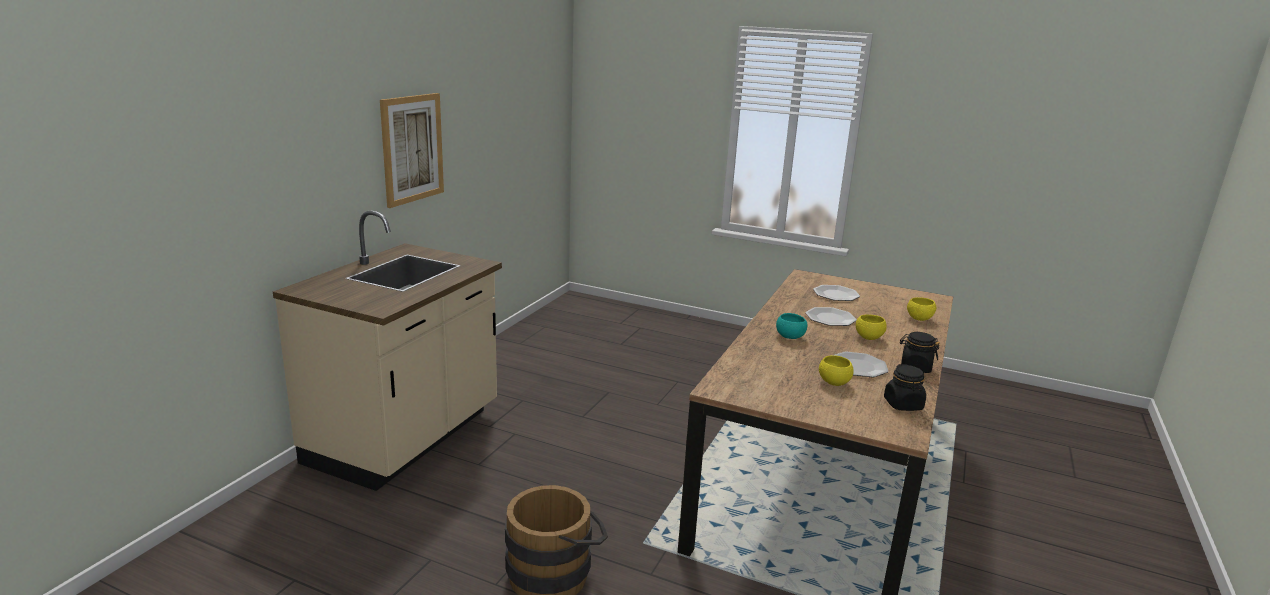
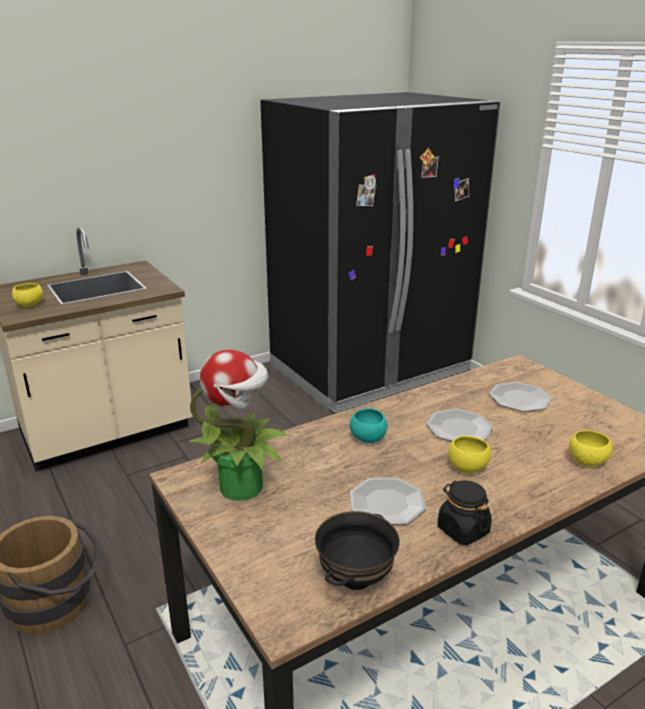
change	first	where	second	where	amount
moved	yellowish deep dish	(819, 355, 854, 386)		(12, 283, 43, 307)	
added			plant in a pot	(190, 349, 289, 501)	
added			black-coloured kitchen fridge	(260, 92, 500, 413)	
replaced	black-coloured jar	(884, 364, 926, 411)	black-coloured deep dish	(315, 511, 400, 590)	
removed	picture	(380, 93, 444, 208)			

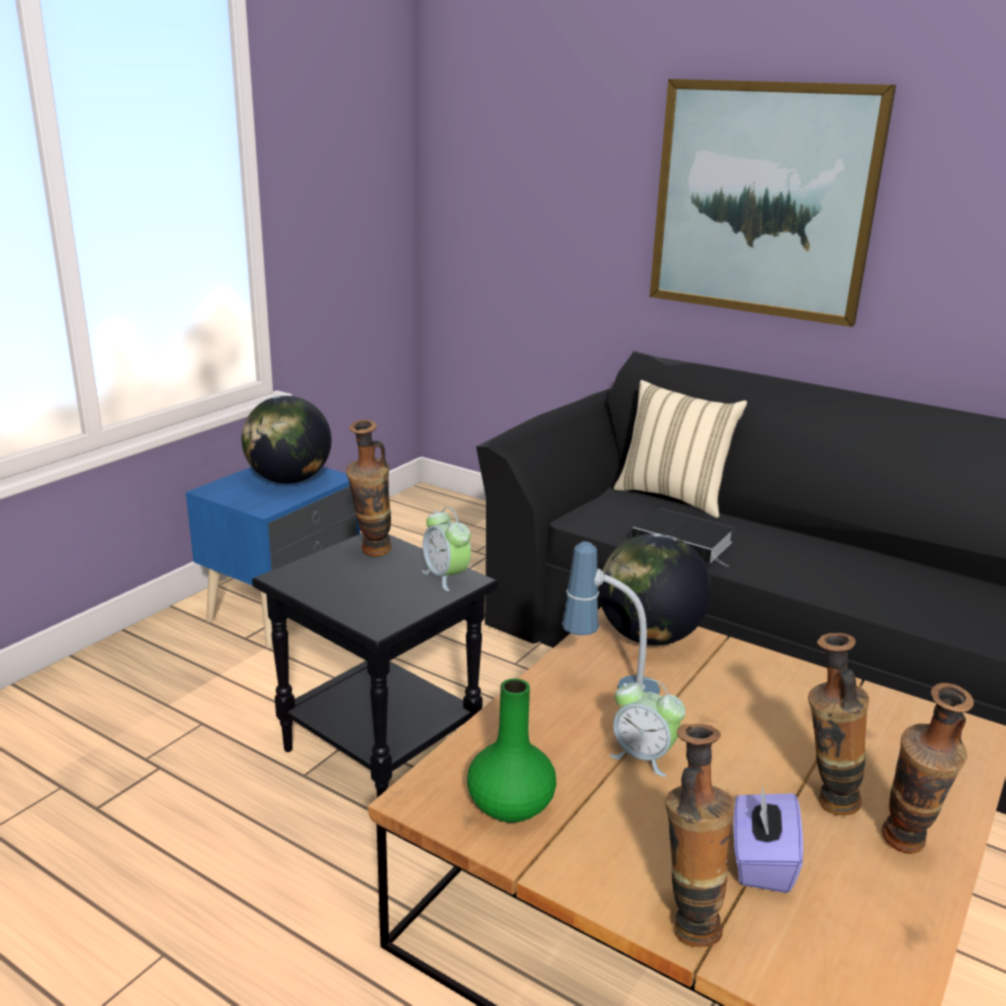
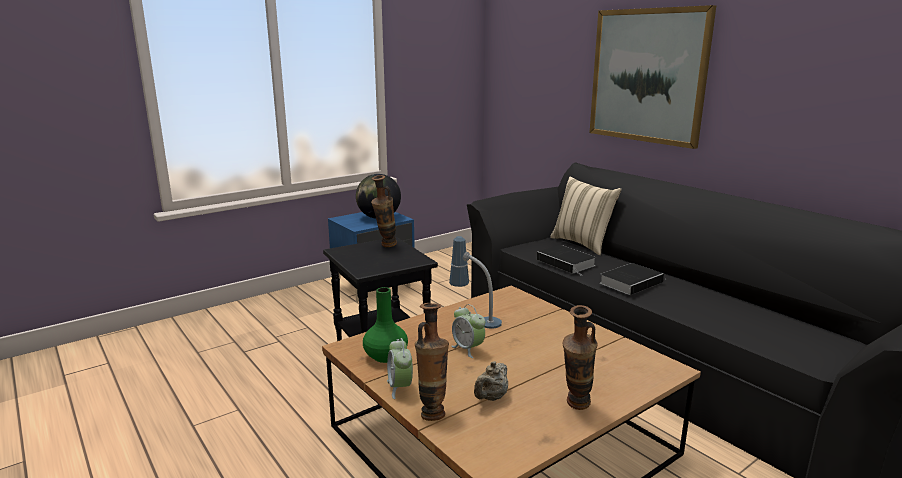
change	first	where	second	where	amount
moved	bedside clock	(422, 507, 471, 591)		(387, 338, 413, 399)	
replaced	purple tissue holder	(733, 786, 803, 893)	beige-coloured teapot	(474, 361, 508, 401)	
added			volume	(600, 263, 664, 295)	
removed	desk globe	(599, 533, 712, 645)			
removed	vase	(808, 633, 869, 816)			

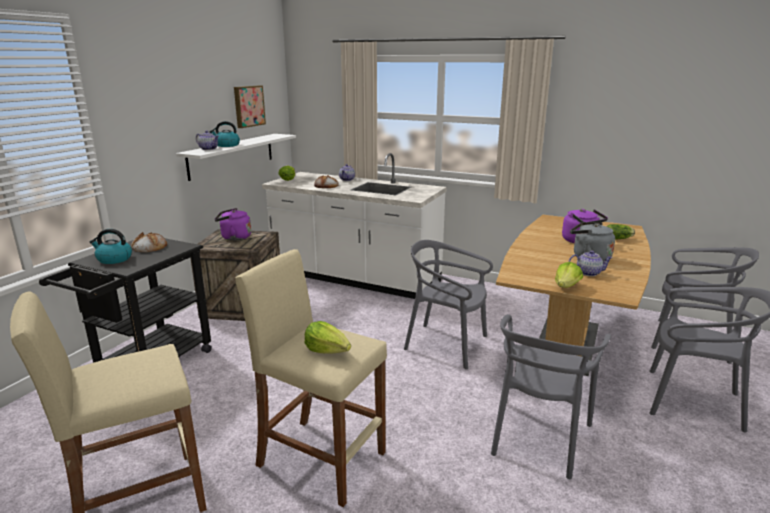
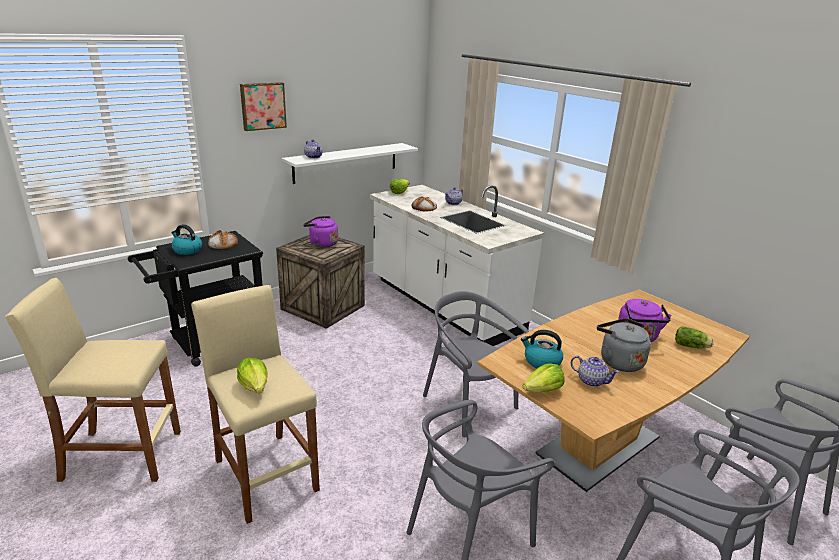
change	first	where	second	where	amount
moved	picture	(234, 85, 266, 128)		(240, 82, 287, 131)	
moved	tea kettle	(210, 121, 240, 147)		(521, 330, 563, 368)	

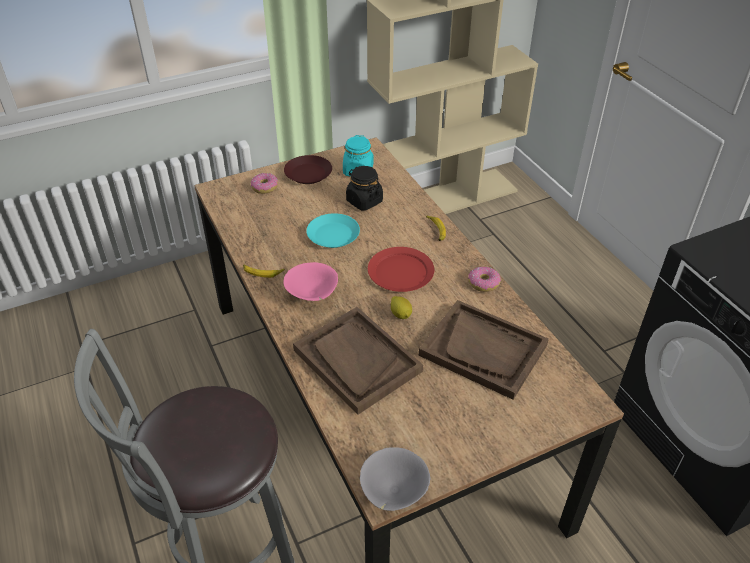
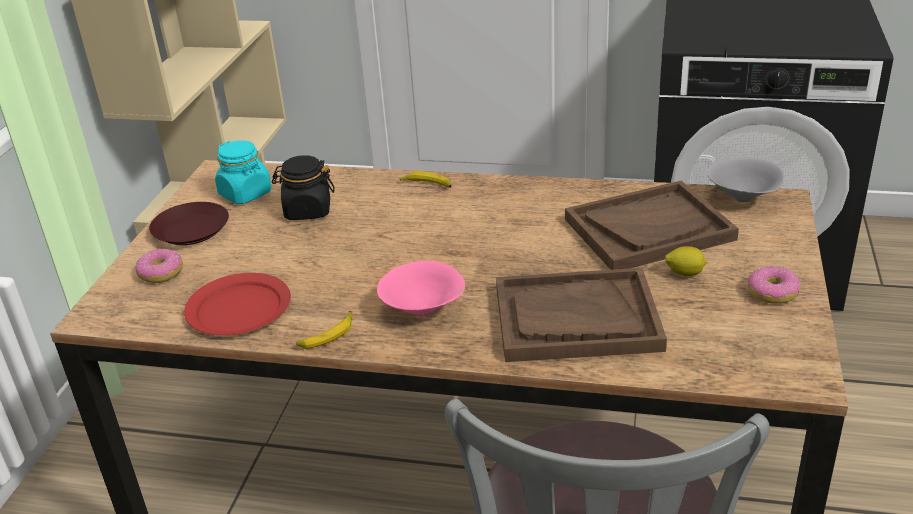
change	first	where	second	where	amount
moved	red-coloured flat dish	(368, 247, 434, 292)		(184, 273, 291, 335)	
moved	lemon	(391, 296, 412, 319)		(665, 246, 707, 276)	
moved	grey deep dish	(360, 447, 430, 511)		(707, 157, 784, 202)	
moved	ring doughnut	(468, 267, 501, 292)		(748, 266, 801, 304)	
removed	turquoise-coloured flat dish	(306, 213, 360, 248)			

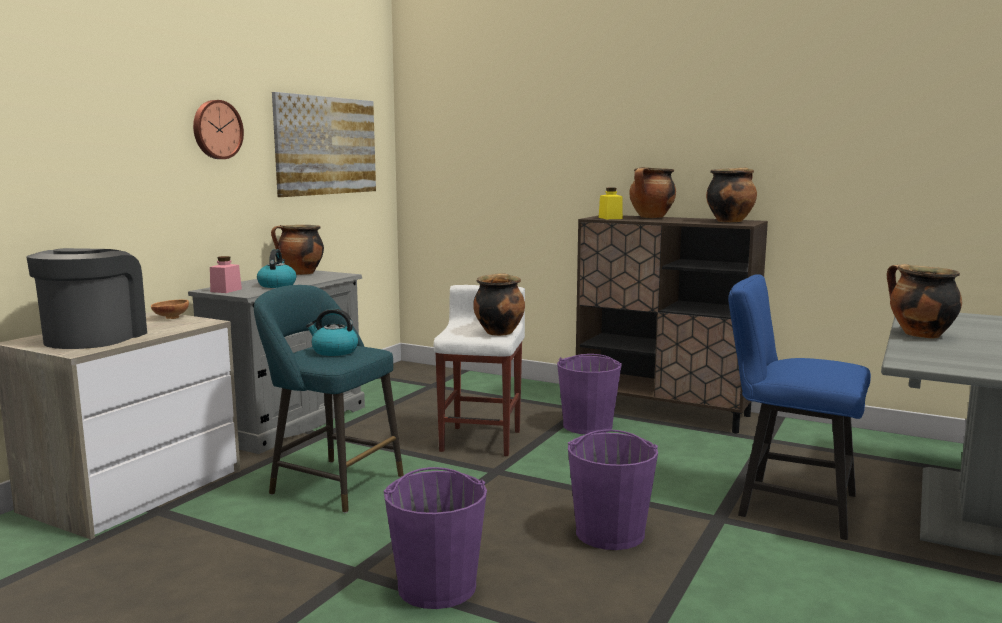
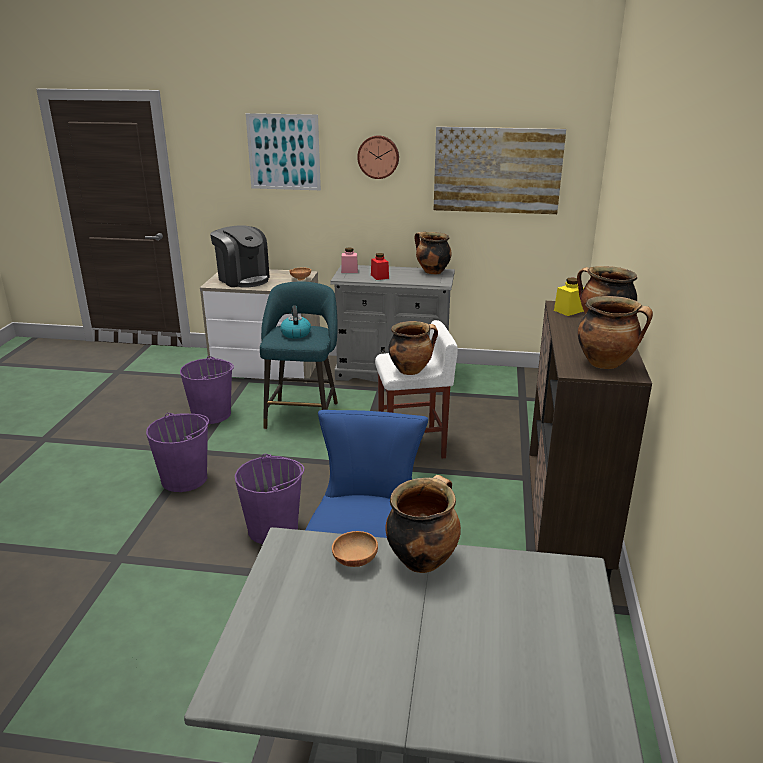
change	first	where	second	where	amount
moved	purple bucket	(557, 354, 622, 435)		(180, 356, 234, 424)	
turned	coffee machine	(27, 248, 147, 349)		(210, 225, 270, 288)	60 degrees clockwise
added			picture	(246, 113, 321, 190)	
added			brown deep dish	(332, 531, 378, 567)	
replaced	tea kettle	(257, 249, 296, 288)	red-coloured jar	(371, 253, 389, 280)	

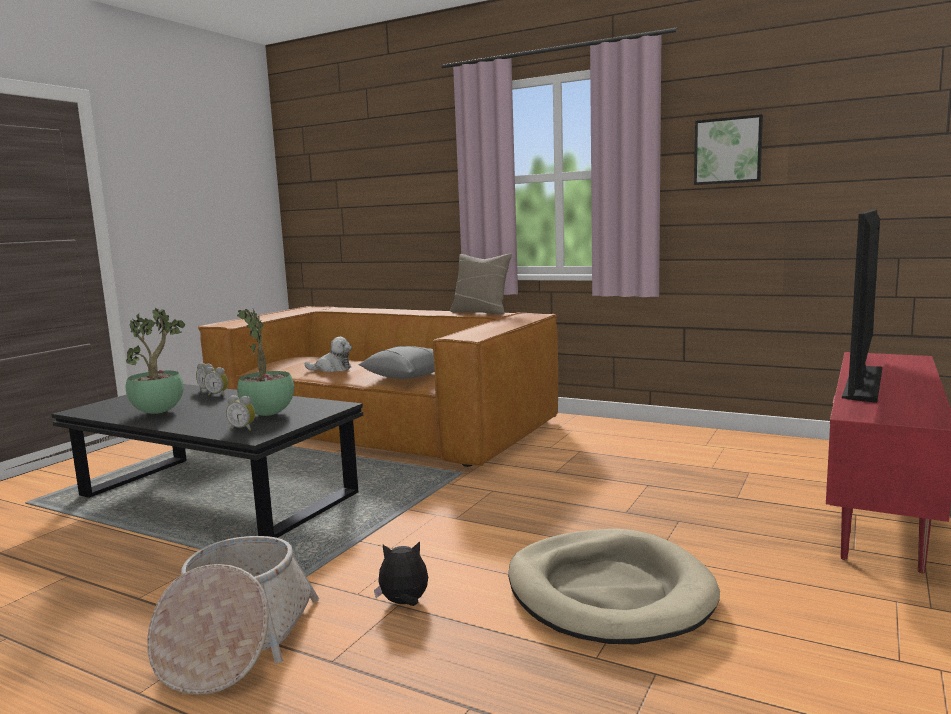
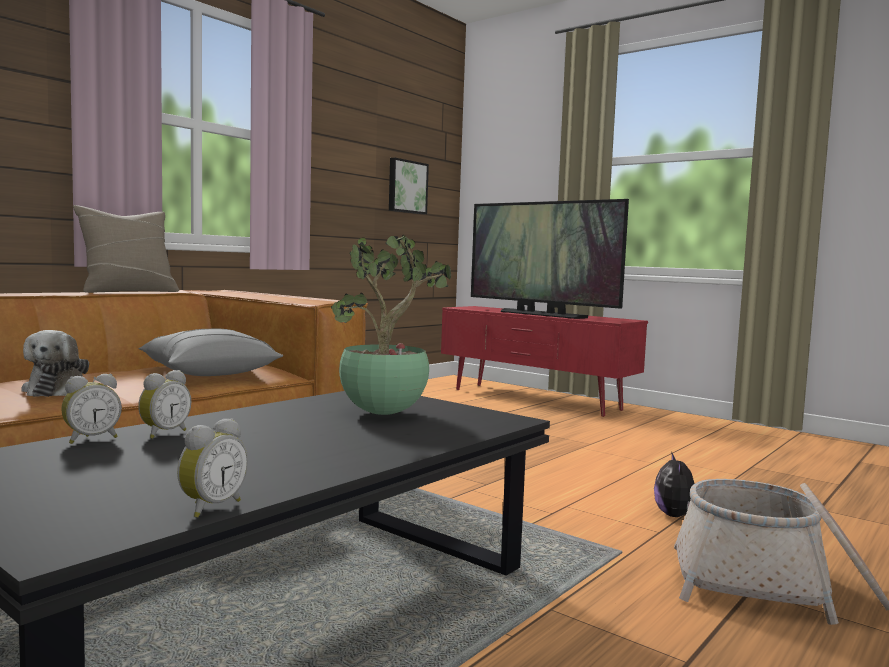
change	first	where	second	where	amount
turned	plush toy	(305, 337, 352, 372)		(21, 330, 89, 397)	150 degrees clockwise
moved	bedside clock	(226, 395, 255, 431)		(177, 418, 248, 518)	
moved	picture	(694, 114, 763, 185)		(389, 158, 429, 214)	
removed	plant in a pot	(126, 308, 185, 414)			
removed	beige-coloured dog bed	(508, 528, 720, 644)			

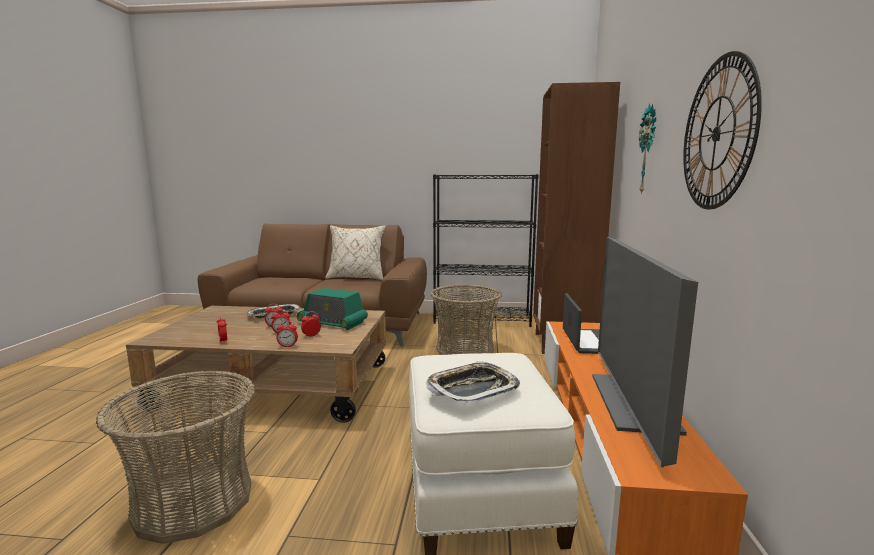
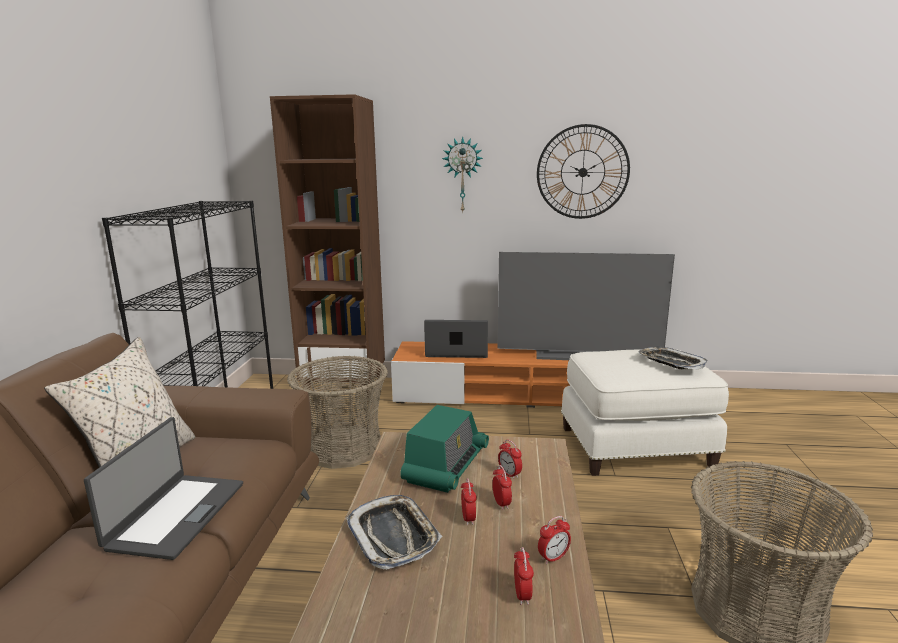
change	first	where	second	where	amount
added			portable computer	(84, 417, 243, 560)	
moved	bedside clock	(276, 320, 298, 347)		(514, 547, 534, 605)	

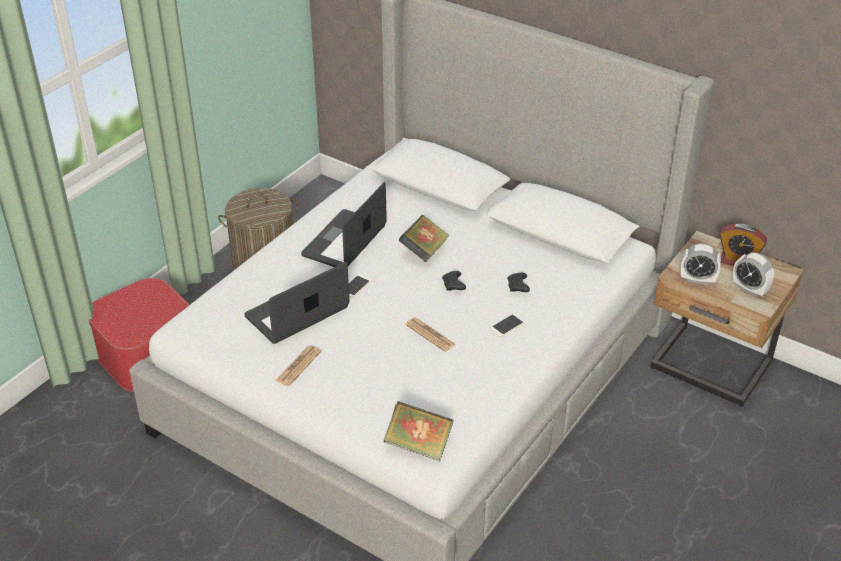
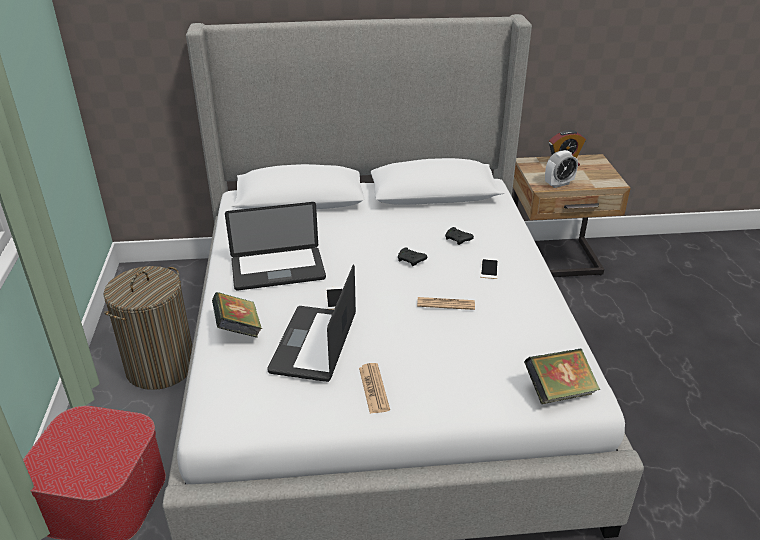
change	first	where	second	where	amount
moved	volume	(399, 215, 450, 262)		(212, 292, 262, 338)	
turned	portable computer	(301, 182, 387, 267)		(225, 202, 326, 290)	90 degrees counterclockwise
removed	bedside clock	(733, 252, 774, 297)			

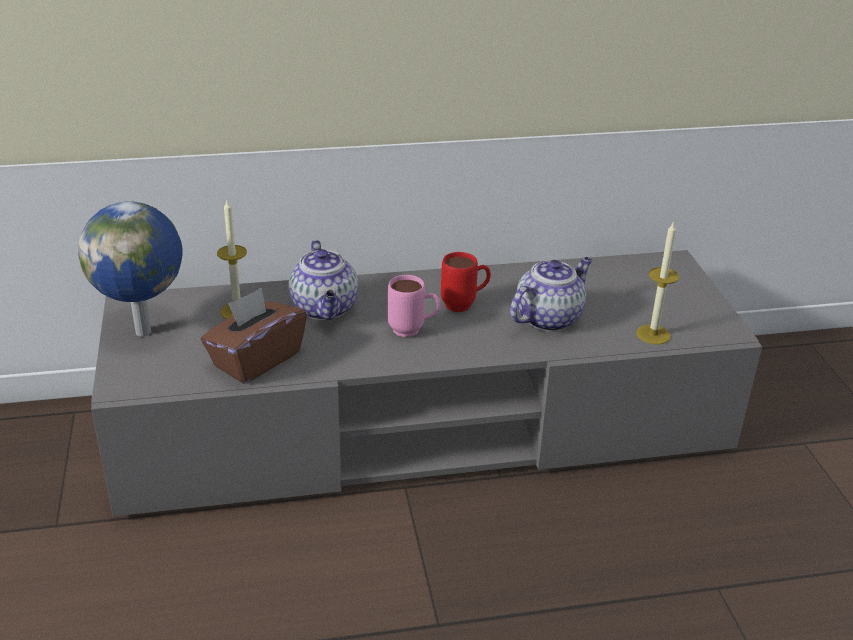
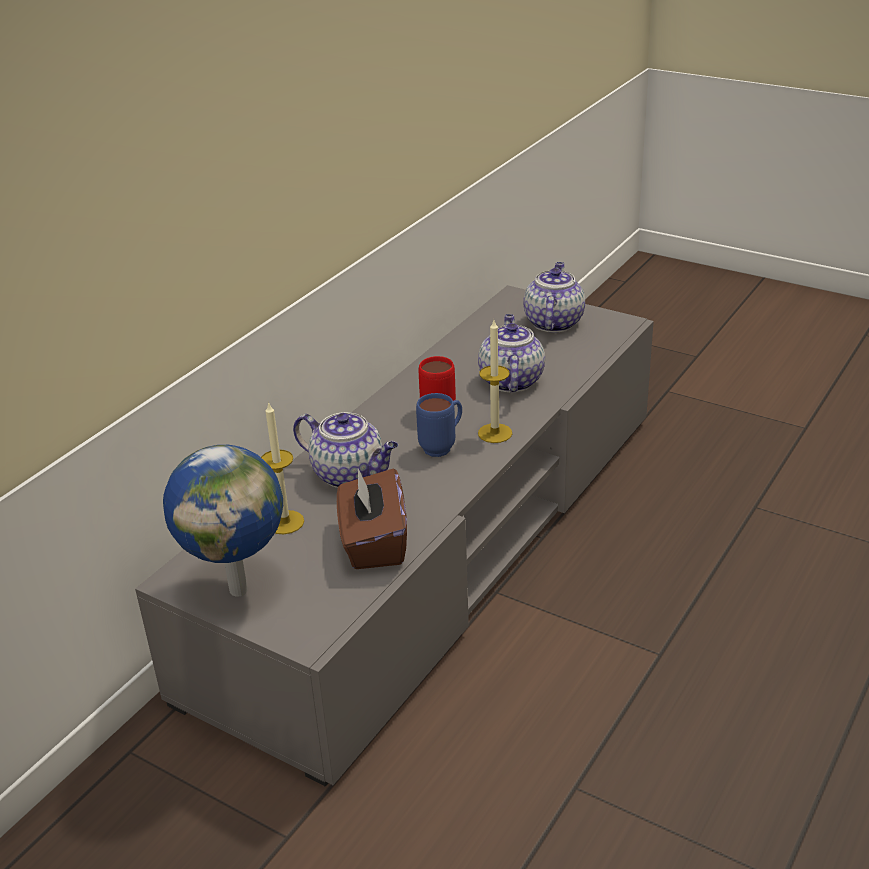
change	first	where	second	where	amount
recoloured	pink-coloured coffee mug	(388, 275, 441, 337)	blue-coloured coffee mug	(416, 393, 462, 457)	
moved	candle	(636, 221, 679, 344)		(478, 320, 512, 443)	
added			teapot	(523, 262, 585, 332)	

